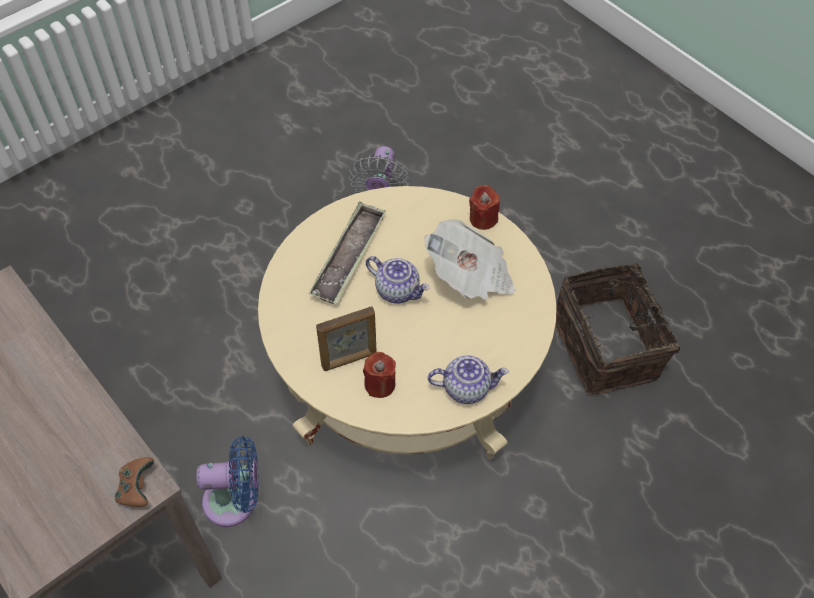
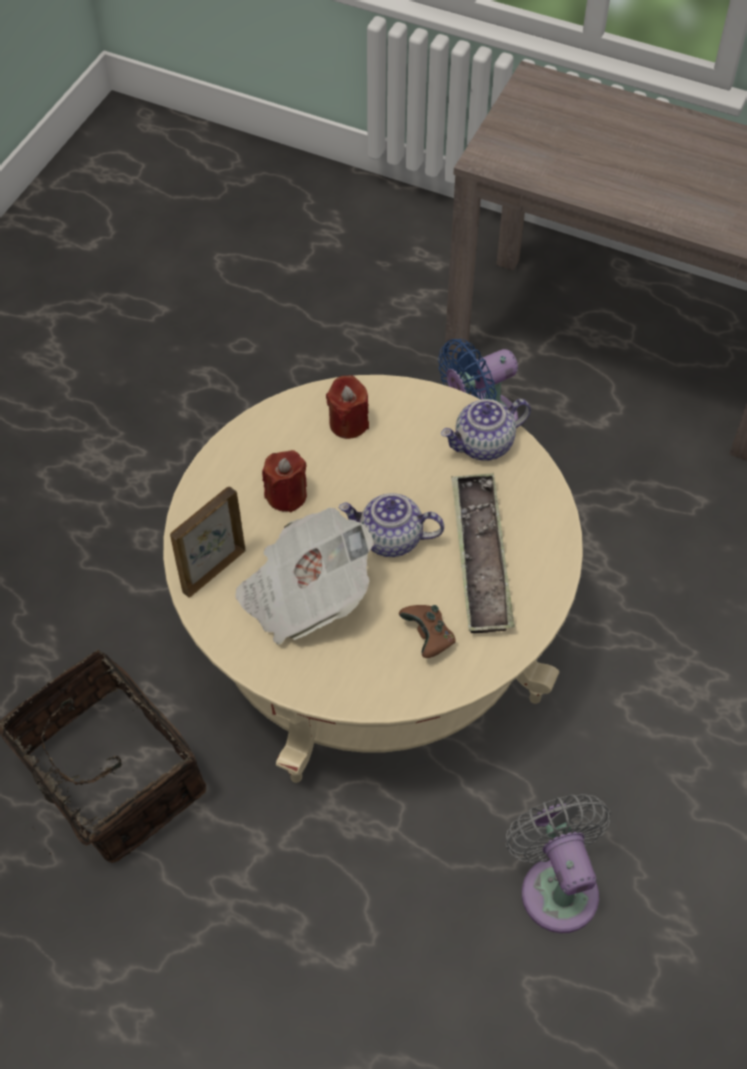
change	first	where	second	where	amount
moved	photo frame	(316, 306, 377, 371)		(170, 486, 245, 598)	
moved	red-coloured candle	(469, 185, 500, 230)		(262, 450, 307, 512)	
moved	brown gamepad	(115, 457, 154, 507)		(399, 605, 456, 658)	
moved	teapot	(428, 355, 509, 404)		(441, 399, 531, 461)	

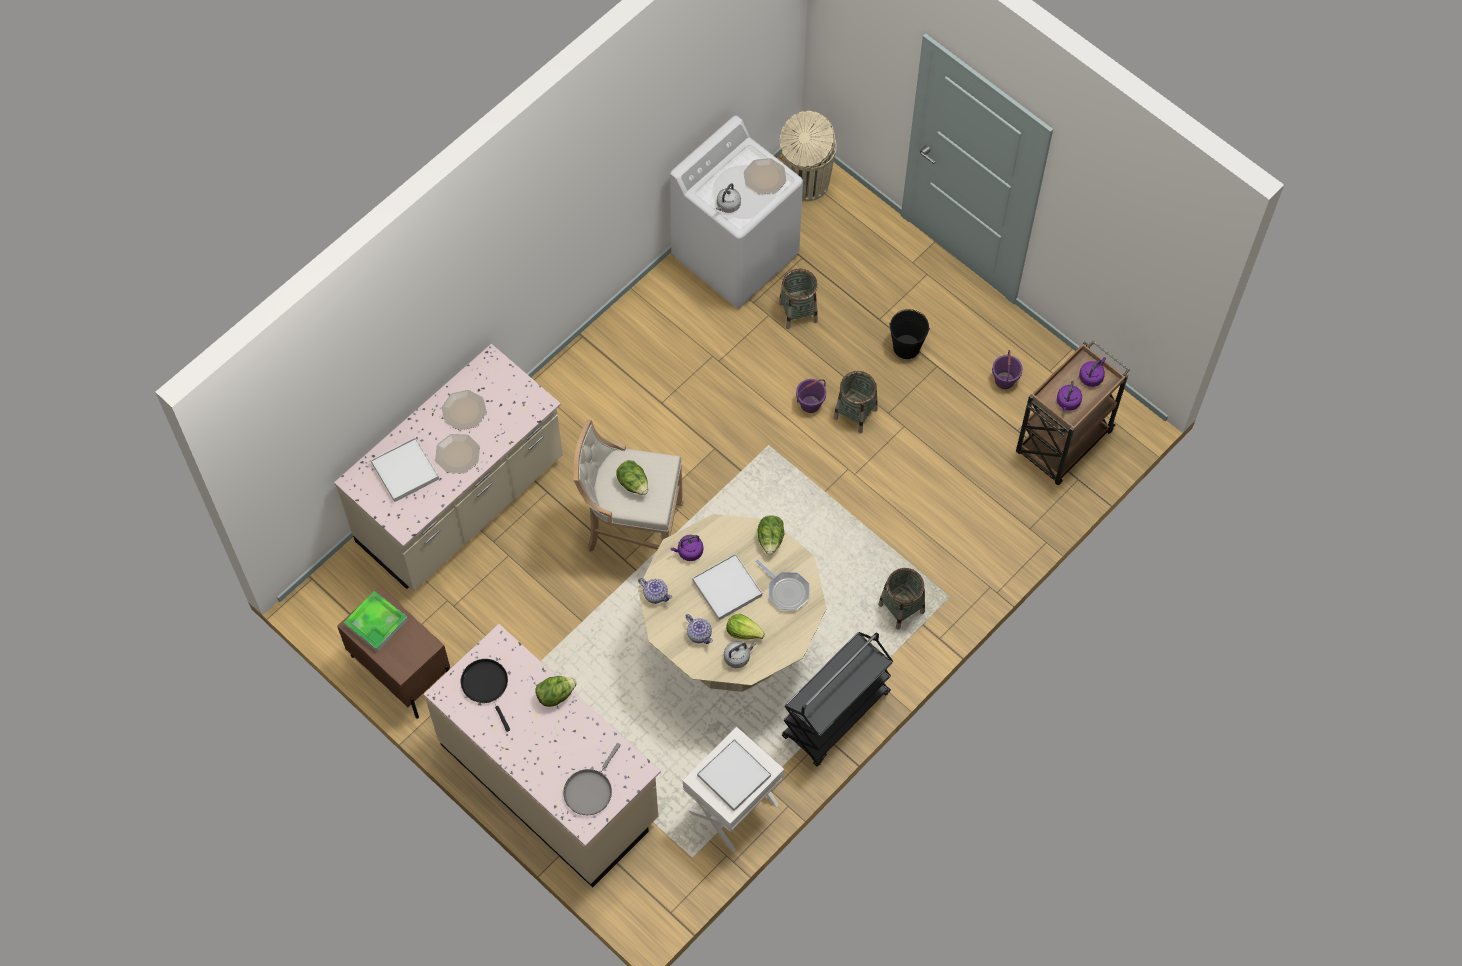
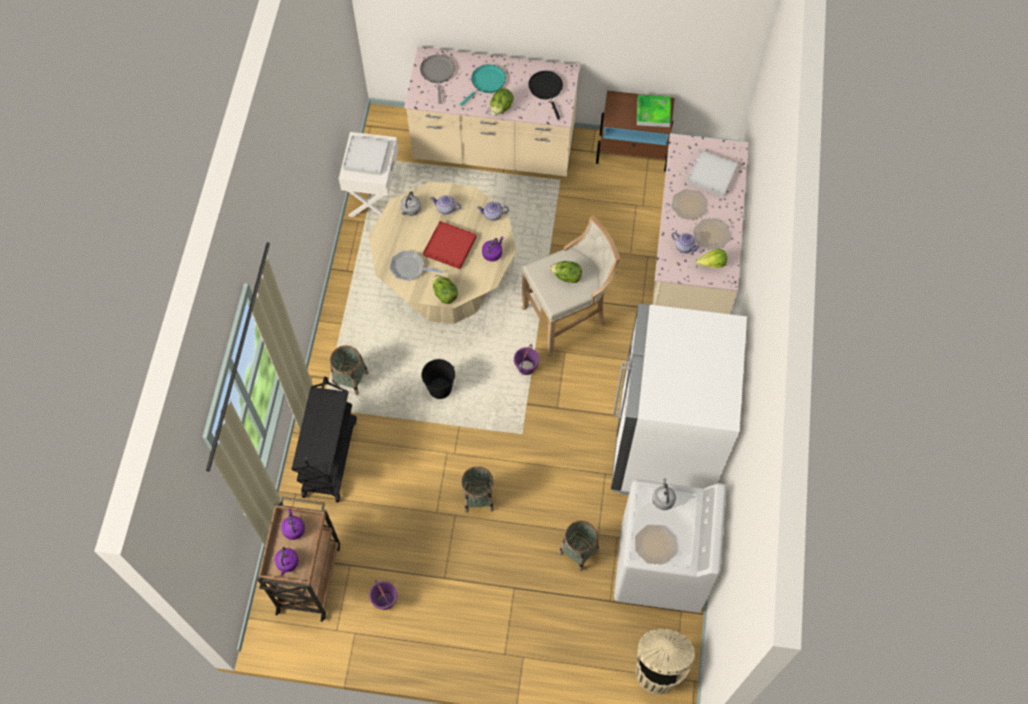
change	first	where	second	where	amount
moved	black-coloured wheeled cart	(782, 632, 893, 767)		(292, 377, 357, 503)	
moved	black-coloured bucket	(889, 309, 930, 359)		(422, 359, 455, 399)	
recoloured	white-coloured serving tray	(692, 553, 762, 620)	red-coloured serving tray	(423, 221, 477, 269)	
added			turquoise-coloured frying pan	(460, 64, 506, 106)	
moved	purple bucket	(796, 379, 826, 413)		(514, 344, 539, 375)	
turned	black-coloured frying pan	(461, 659, 510, 732)		(528, 71, 563, 119)	135 degrees counterclockwise
added			white-coloured kitchen fridge	(611, 303, 747, 495)	
added			teapot	(671, 232, 701, 253)	
moved	lettuce	(726, 614, 765, 639)		(696, 249, 727, 268)	

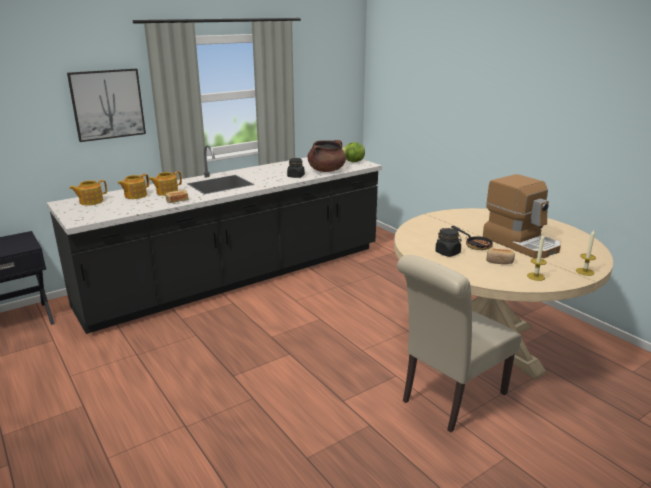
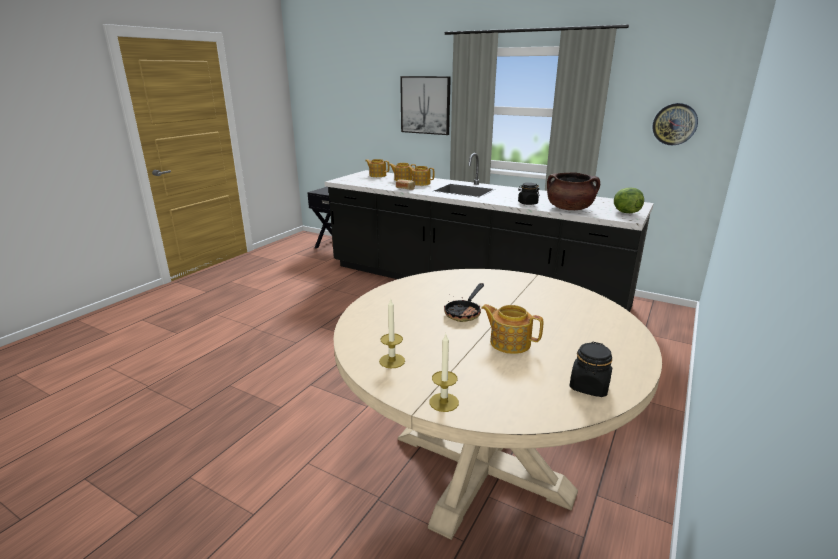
change	first	where	second	where	amount
replaced	coffee machine	(483, 174, 561, 258)	teapot	(481, 304, 543, 354)	
moved	black-coloured jar	(435, 228, 462, 257)		(569, 342, 612, 397)	
added			hanging clock	(652, 103, 698, 145)	
removed	beige-coloured plain chair	(397, 255, 522, 432)			
removed	bread	(486, 248, 515, 264)			

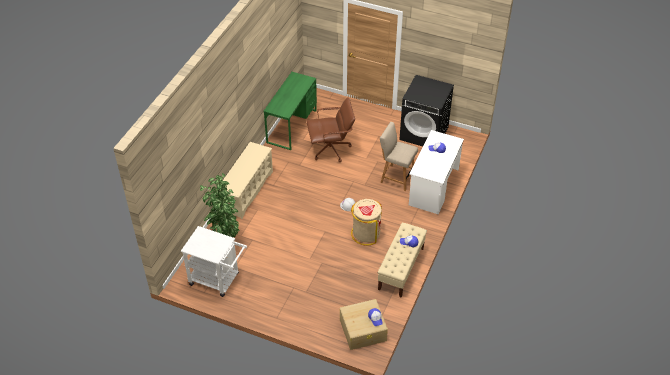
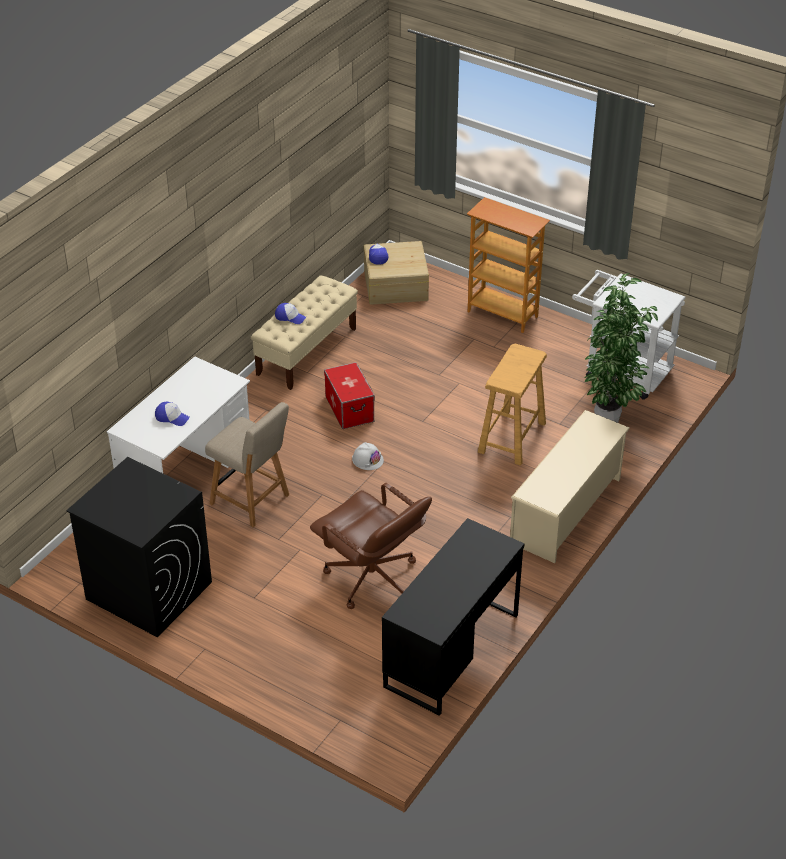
change	first	where	second	where	amount
turned	brown office chair	(307, 97, 355, 162)		(310, 483, 432, 609)	135 degrees counterclockwise
replaced	beige-coloured trash can	(351, 199, 382, 246)	storage bin	(324, 362, 375, 429)	
recoloured	greenish desk unit	(263, 72, 317, 150)	black-coloured desk unit	(382, 518, 524, 716)	
added			shelving unit	(467, 197, 550, 333)	
added			beige-coloured stool	(478, 343, 547, 466)	

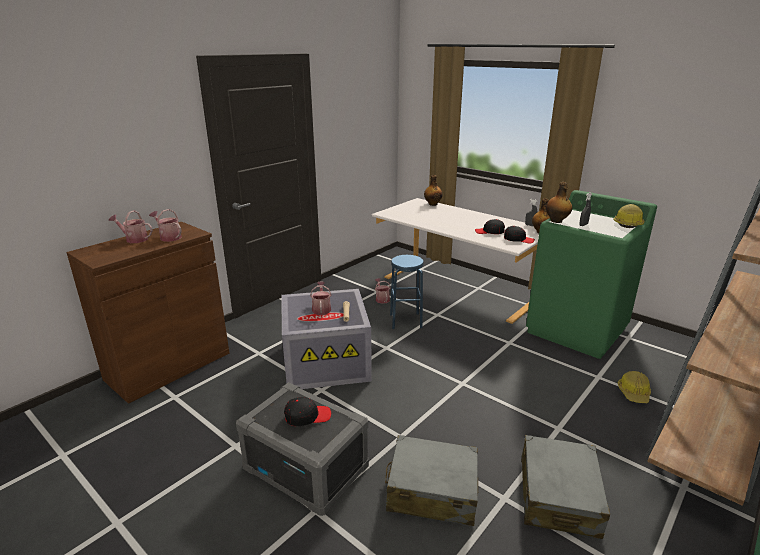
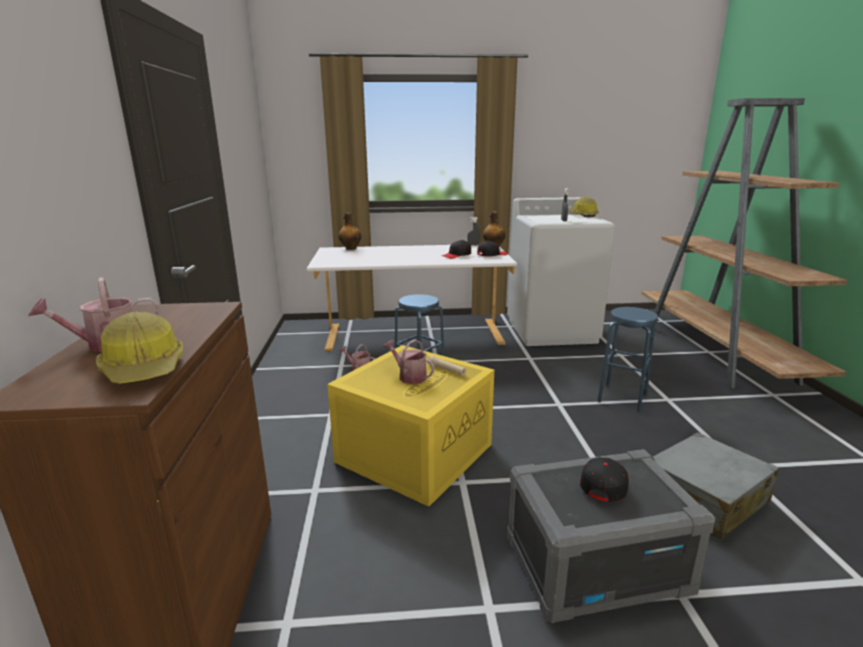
change	first	where	second	where	amount
moved	hard hat	(618, 371, 651, 403)		(96, 311, 184, 384)	
recoloured	grey storage bin	(281, 289, 372, 389)	yellowish storage bin	(327, 345, 494, 507)	
recoloured	greenish laundry appliance	(526, 190, 657, 359)	white-coloured laundry appliance	(507, 197, 615, 346)	
added			blue-coloured stool	(598, 307, 658, 412)	
removed	sprinkling can	(149, 209, 182, 242)			
removed	grey suitcase	(521, 435, 610, 539)			
removed	drink bottle	(546, 182, 572, 223)			

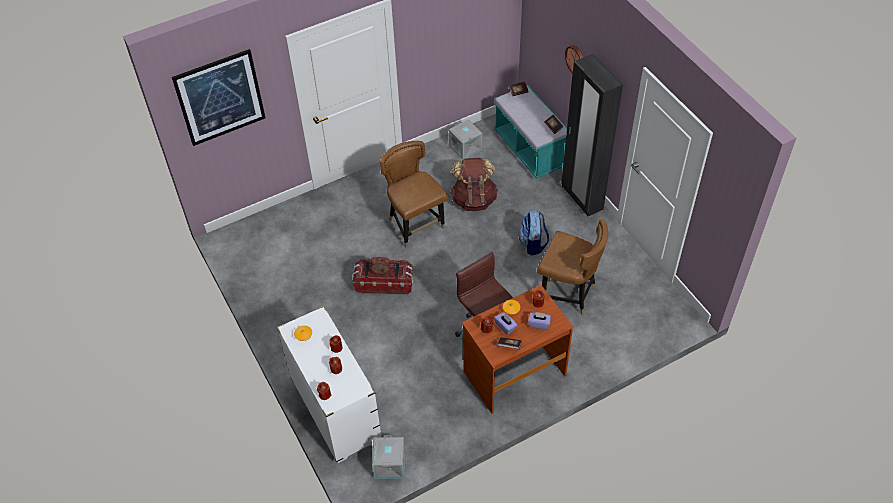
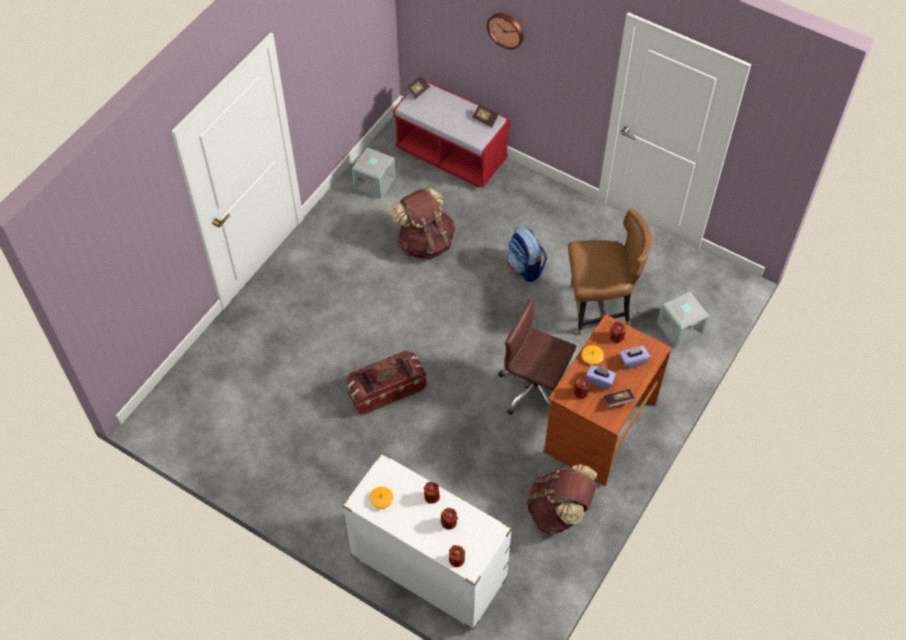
change	first	where	second	where	amount
recoloured	turquoise-coloured indoor bench	(494, 85, 567, 179)	red-coloured indoor bench	(393, 80, 510, 188)	
added			brown rucksack	(526, 464, 597, 534)	
moved	grey storage bin	(372, 435, 405, 479)		(657, 291, 709, 347)	
removed	picture	(172, 49, 266, 146)			
removed	brown plain chair	(380, 141, 448, 248)			
removed	black-coloured armoire	(561, 54, 623, 217)			

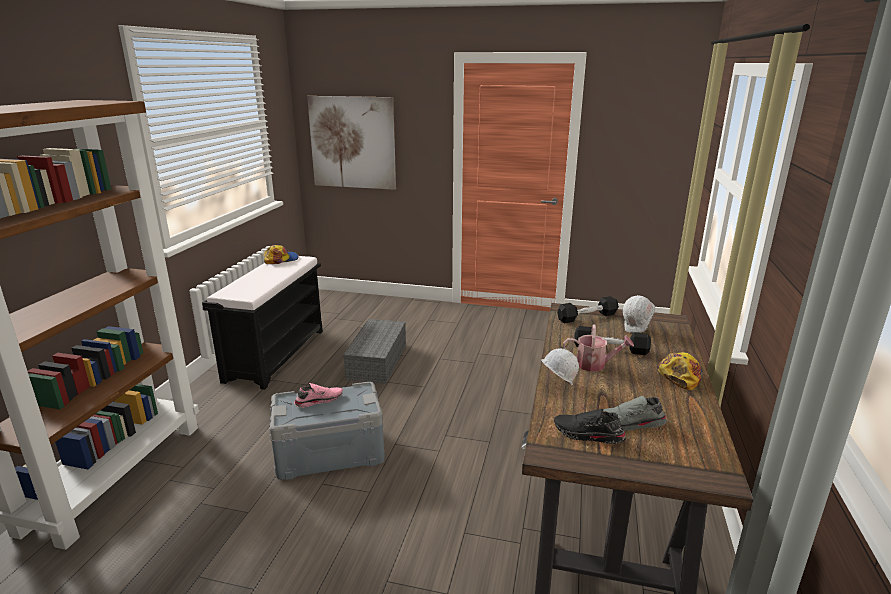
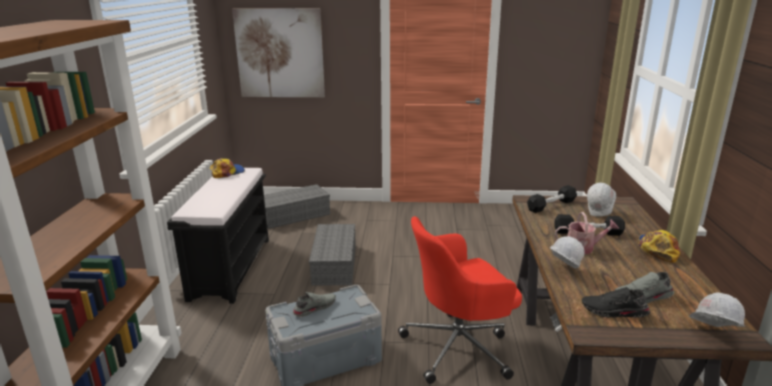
change	first	where	second	where	amount
added			grey storage bin	(264, 184, 330, 229)	
recoloured	pink-coloured item of footwear	(294, 383, 343, 408)	grey item of footwear	(292, 292, 336, 317)	
added			red-coloured office chair	(398, 216, 522, 384)	
added			white-coloured hard hat	(689, 292, 745, 327)	

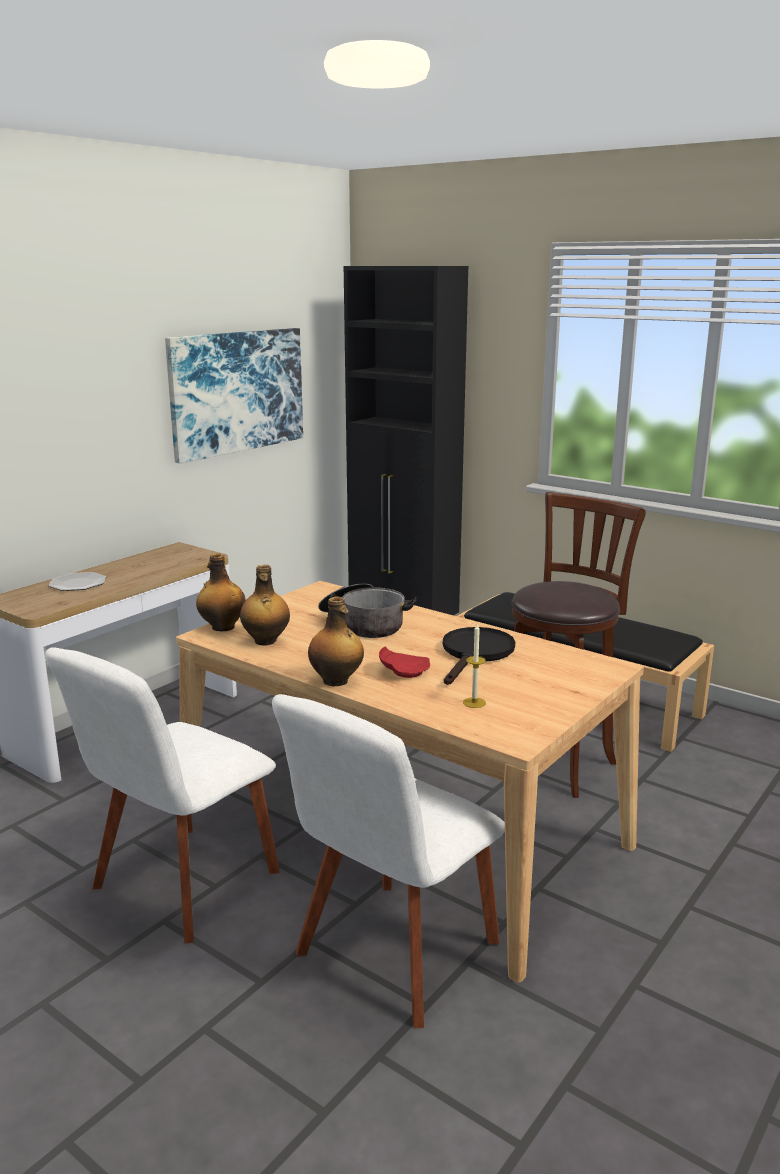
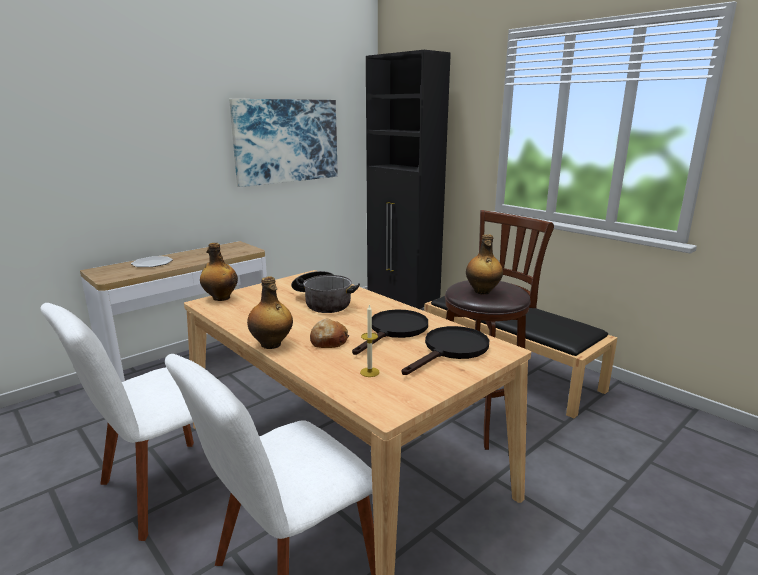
change	first	where	second	where	amount
replaced	red-coloured flat dish	(379, 647, 430, 678)	bread	(310, 319, 349, 348)	
added			black-coloured frying pan	(402, 326, 489, 375)	
moved	drink bottle	(240, 565, 290, 645)		(466, 234, 503, 295)	

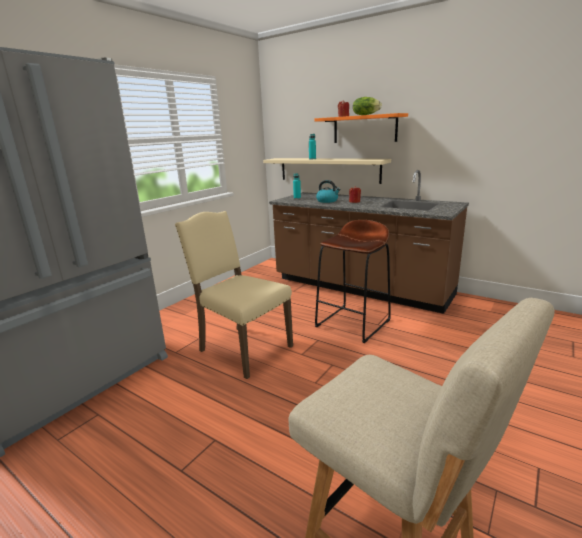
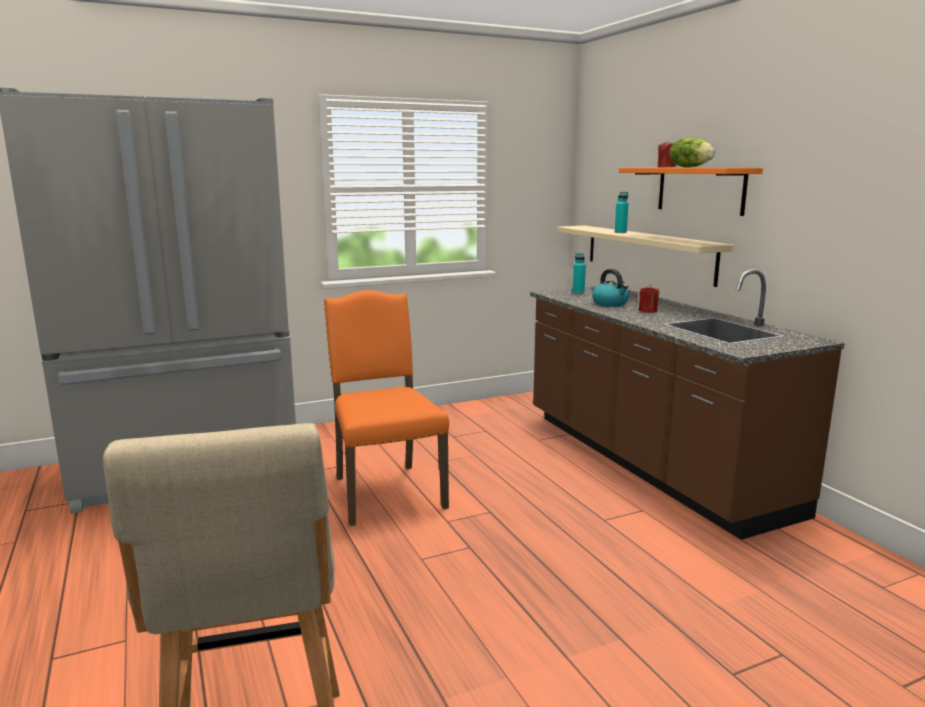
change	first	where	second	where	amount
recoloured	beige-coloured plain chair	(175, 211, 293, 379)	orange plain chair	(324, 290, 449, 526)	
removed	brown stool	(315, 220, 391, 343)			

